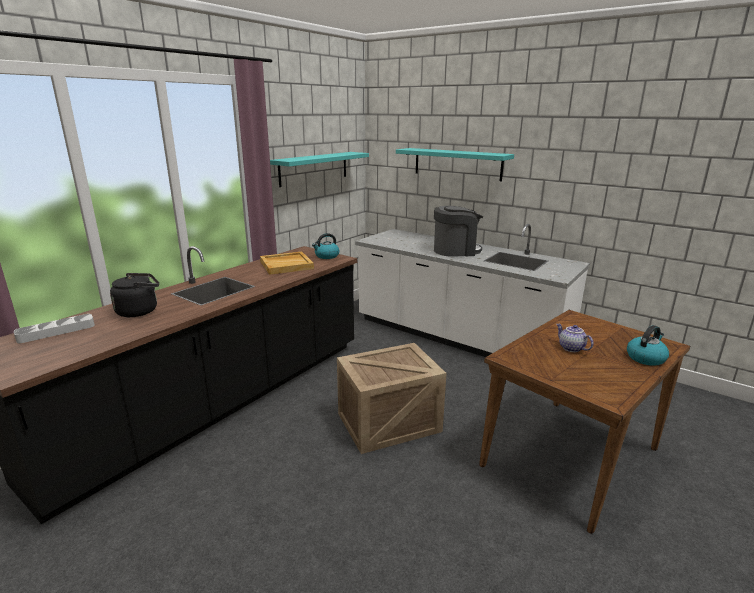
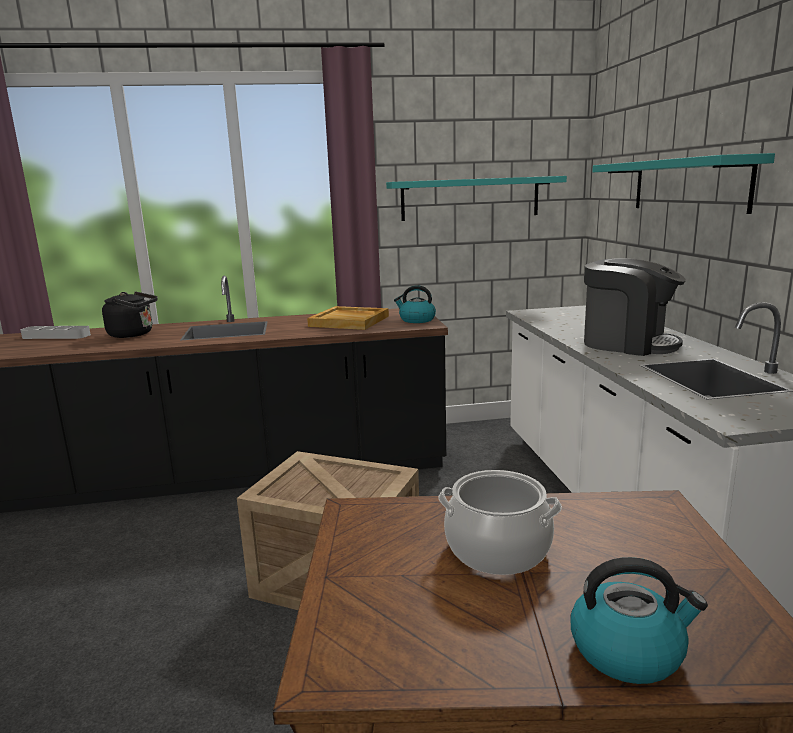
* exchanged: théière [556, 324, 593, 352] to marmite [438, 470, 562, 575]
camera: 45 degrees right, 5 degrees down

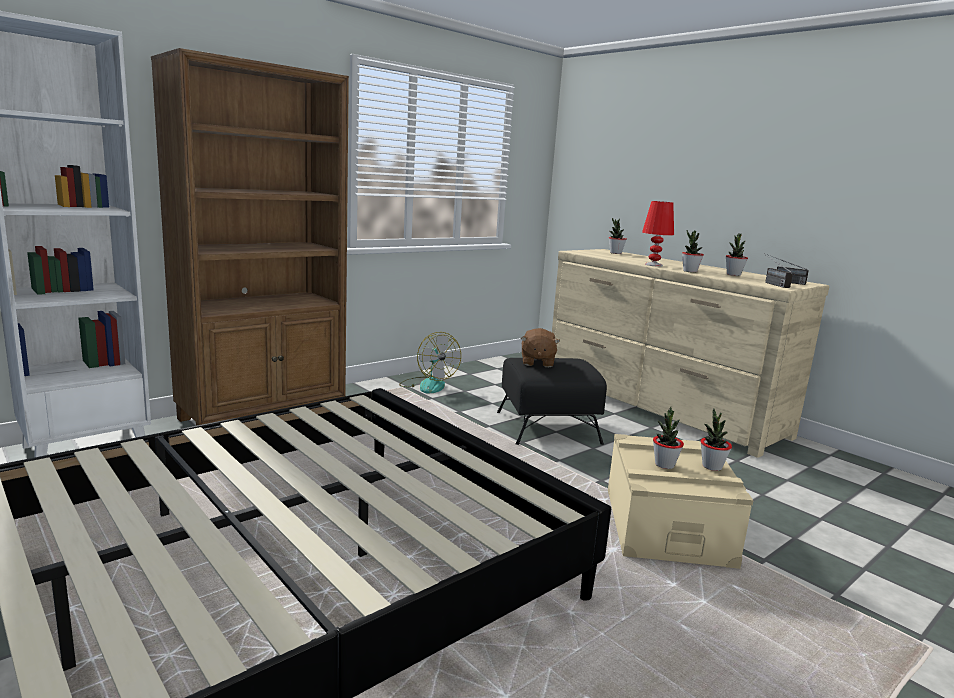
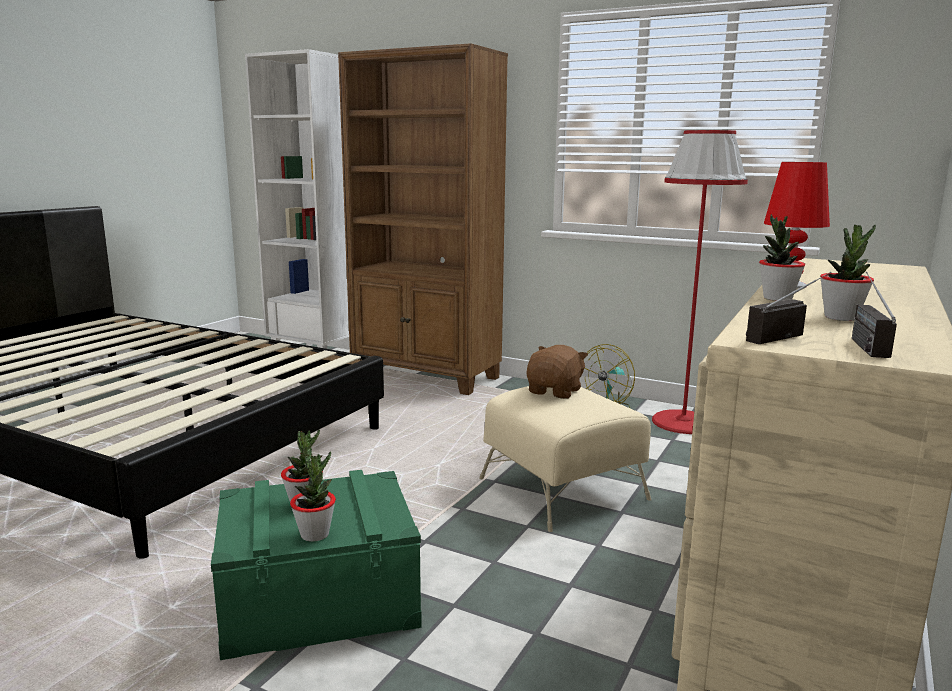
* missing: plante en pot [609, 218, 627, 254]
* appeared: lampadaire [rouge] [652, 130, 748, 434]
* colour: pouf [noir] [497, 358, 607, 445] to pouf [beige] [479, 386, 651, 532]
* colour: boîte de rangement [beige] [608, 434, 753, 569] to boîte de rangement [vert] [211, 470, 422, 660]
* spun: peluche [marron] [521, 328, 560, 367] = [526, 345, 588, 399] 135 degrees clockwise
camera: 70 degrees right, 0 degrees up

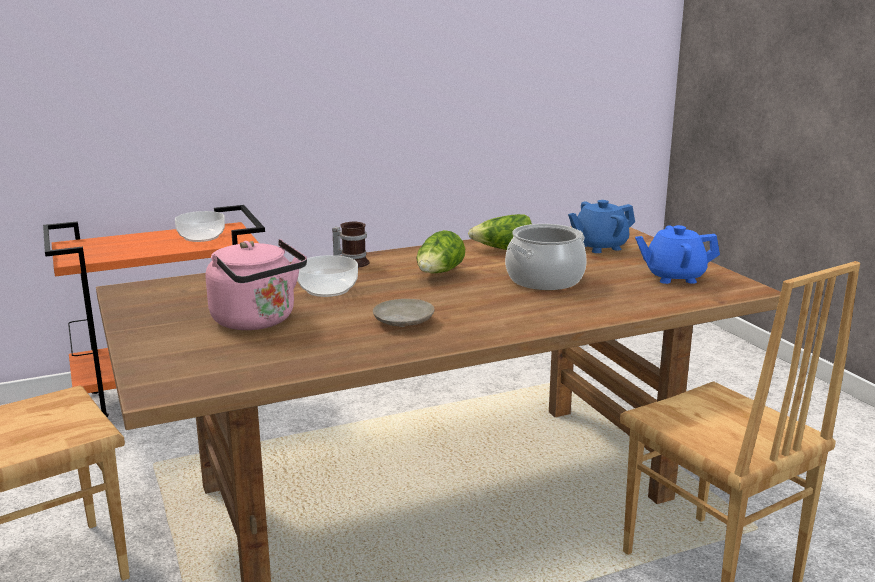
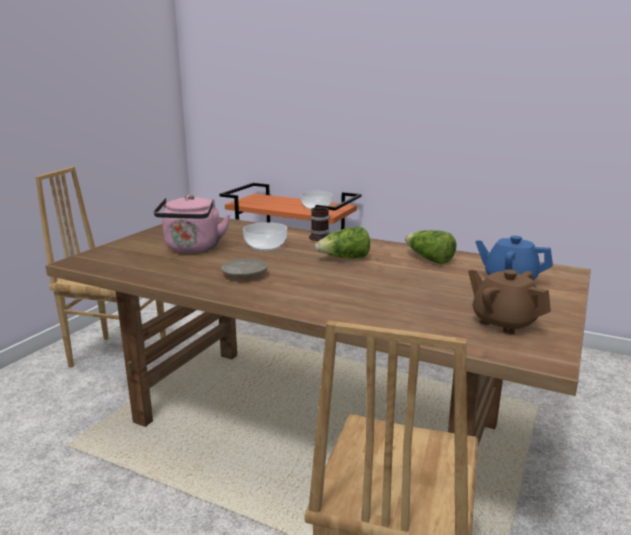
* missing: marmite [505, 224, 587, 290]
* colour: théière [bleu] [635, 225, 720, 284] to théière [marron] [468, 270, 551, 334]
camera: 50 degrees right, 0 degrees up

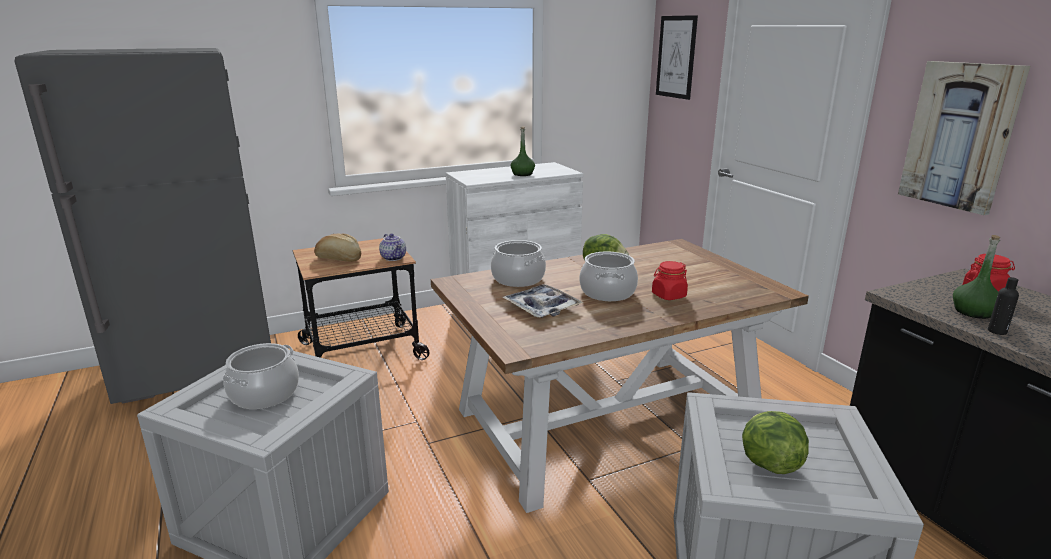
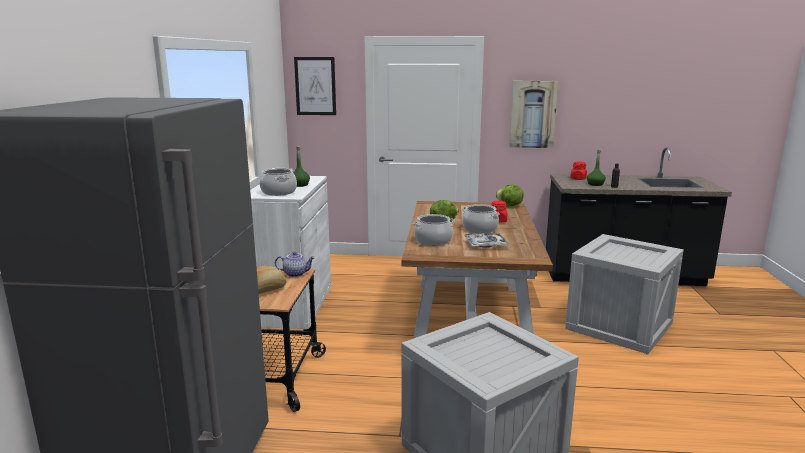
* relocated: marmite [222, 343, 299, 409] to [260, 168, 297, 196]
* relocated: laitue [742, 411, 809, 474] to [496, 185, 524, 206]
camera: 60 degrees left, 5 degrees down

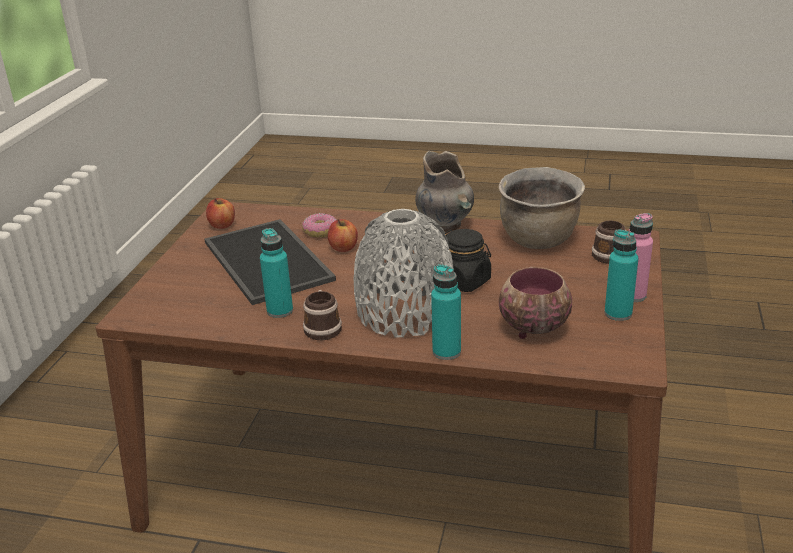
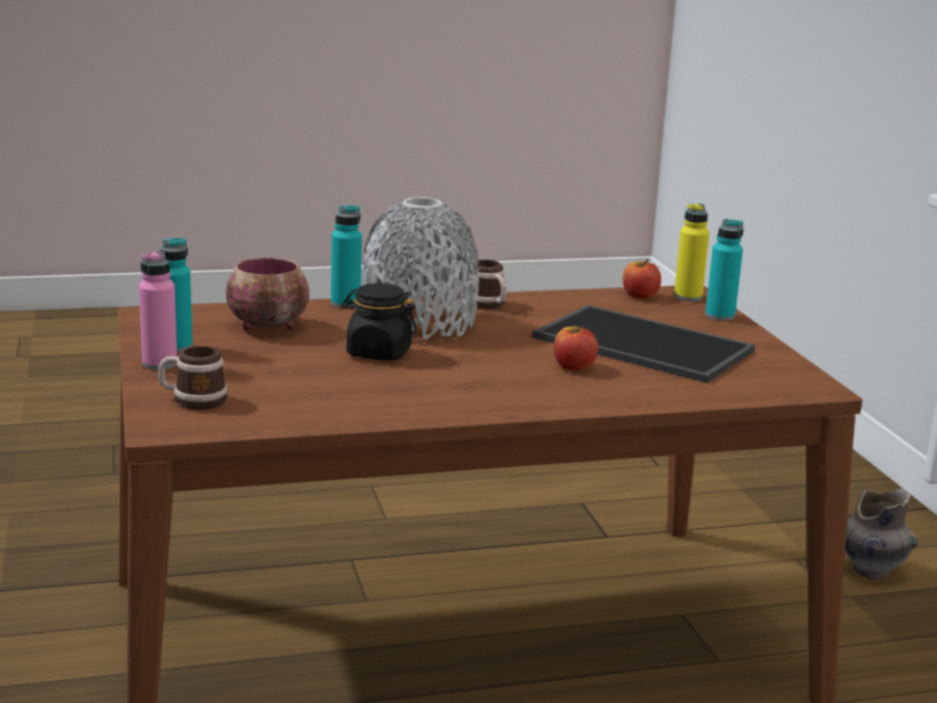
* missing: beignet [302, 213, 336, 238]
* missing: marmite [marron] [499, 167, 585, 249]
* appeared: bouteille [jaune] [674, 203, 709, 301]
* relocated: pomme [206, 198, 235, 229] to [623, 259, 661, 299]
* relocated: bouteille [turquoise] [260, 228, 293, 318] to [705, 219, 744, 321]
* relocated: vase [gris] [415, 151, 474, 232] to [845, 489, 918, 579]
camera: 150 degrees right, 10 degrees down

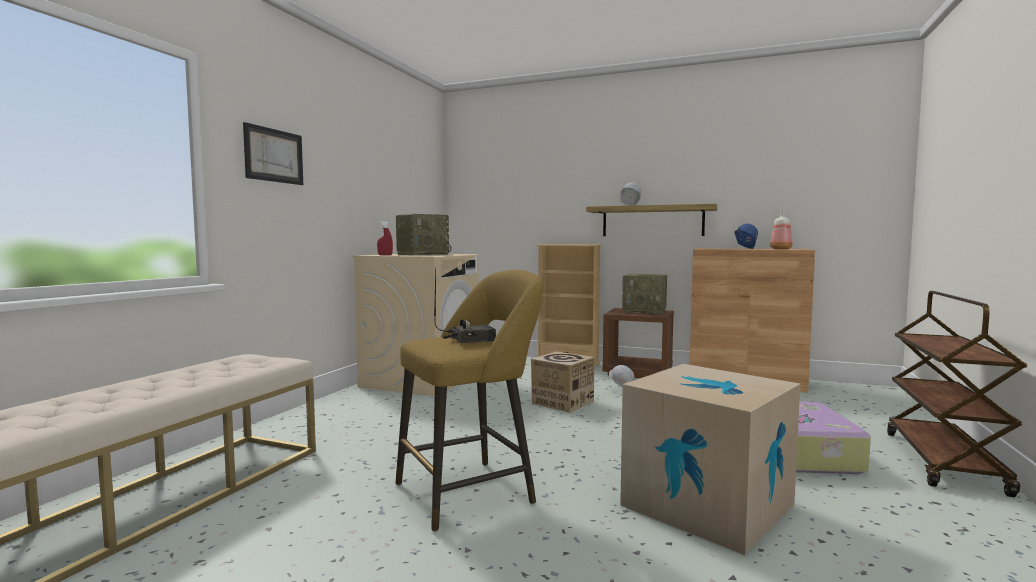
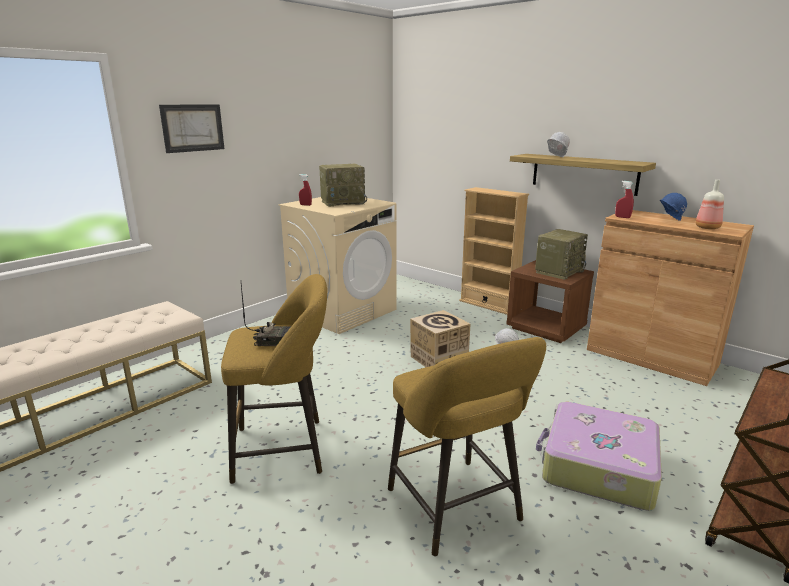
* appeared: vaporisateur [rouge] [615, 181, 634, 218]
* exchanged: carton [620, 364, 800, 555] to tabouret [jaune] [388, 337, 546, 557]
* spun: radio [622, 274, 667, 315] = [535, 229, 588, 280] 90 degrees counterclockwise
camera: 20 degrees right, 15 degrees up

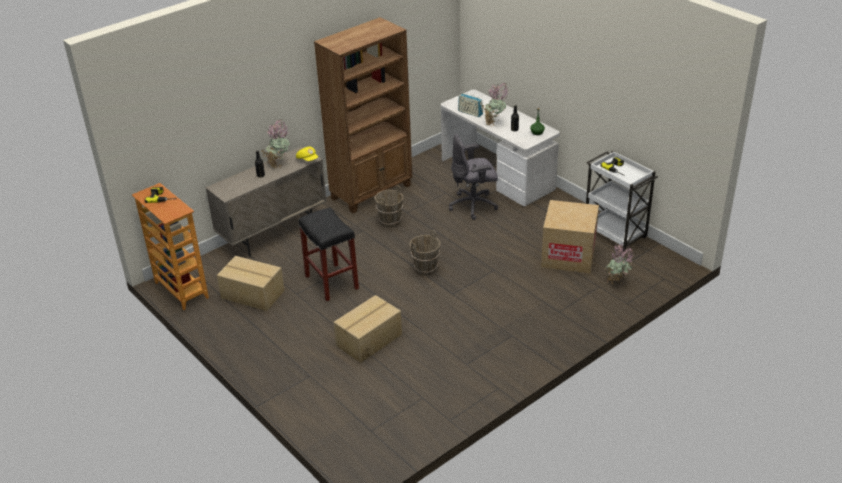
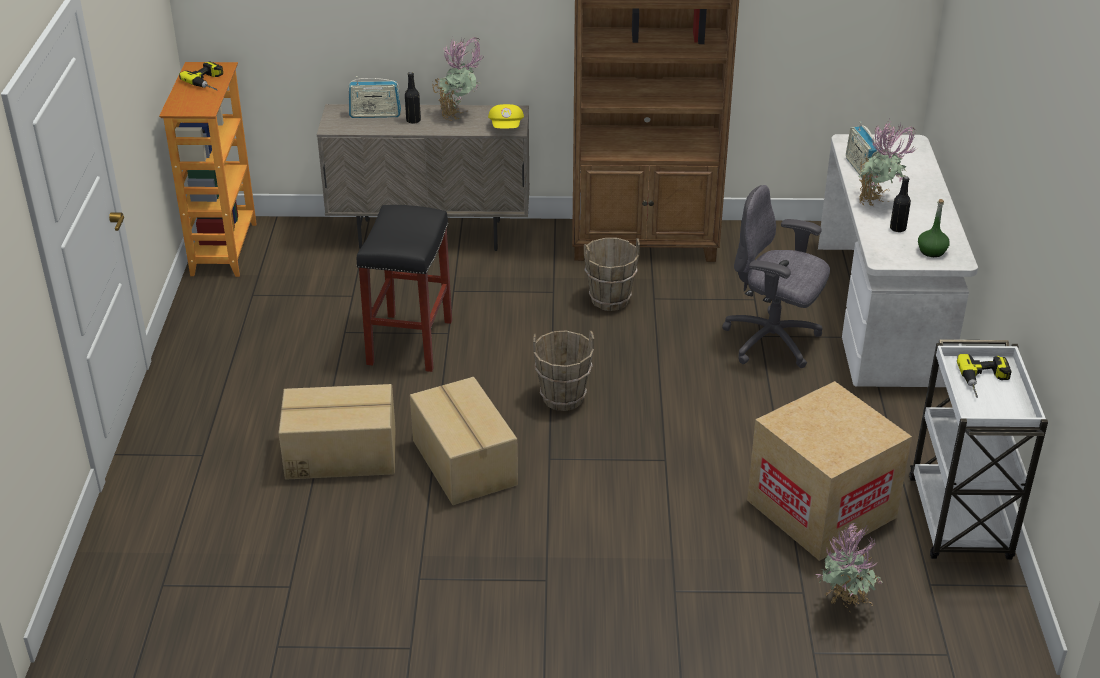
* appeared: radio [348, 76, 401, 118]
* relocated: carton [217, 256, 285, 311] to [410, 377, 518, 505]
camera: 40 degrees right, 0 degrees up

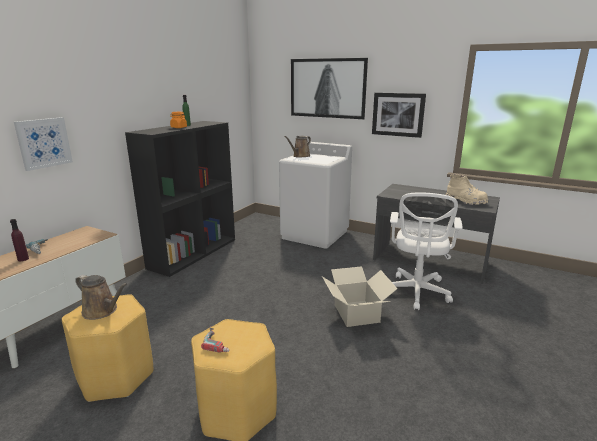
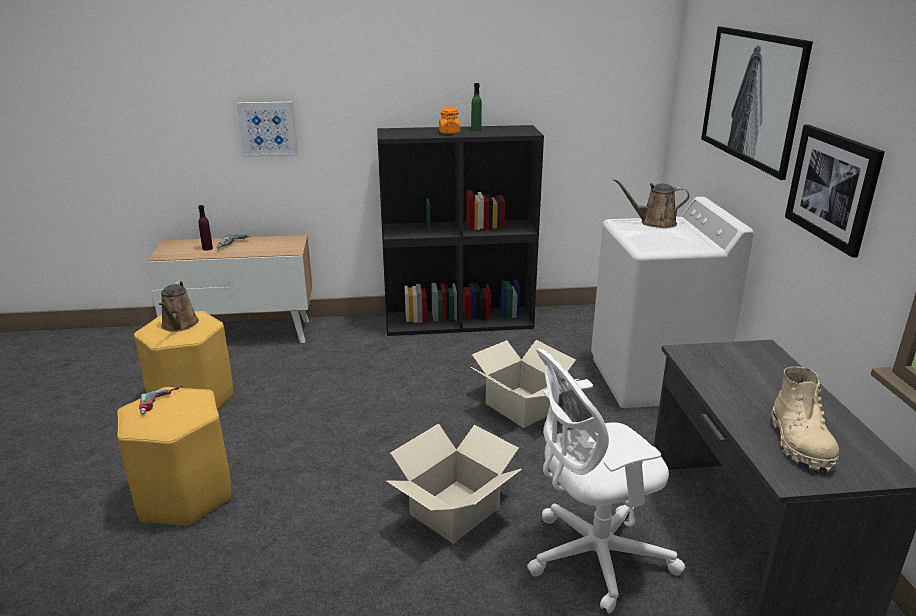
* appeared: carton [471, 340, 579, 428]
camera: 55 degrees right, 5 degrees up

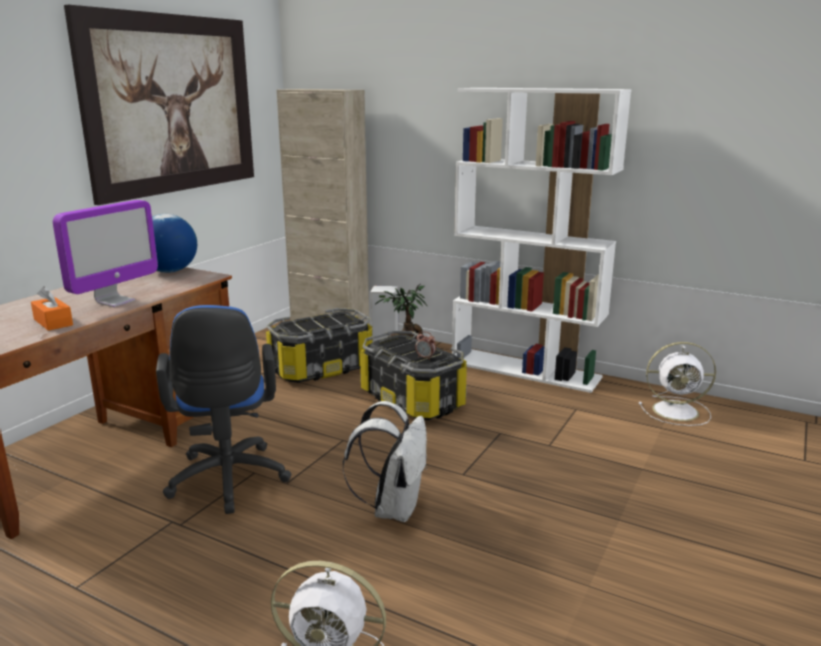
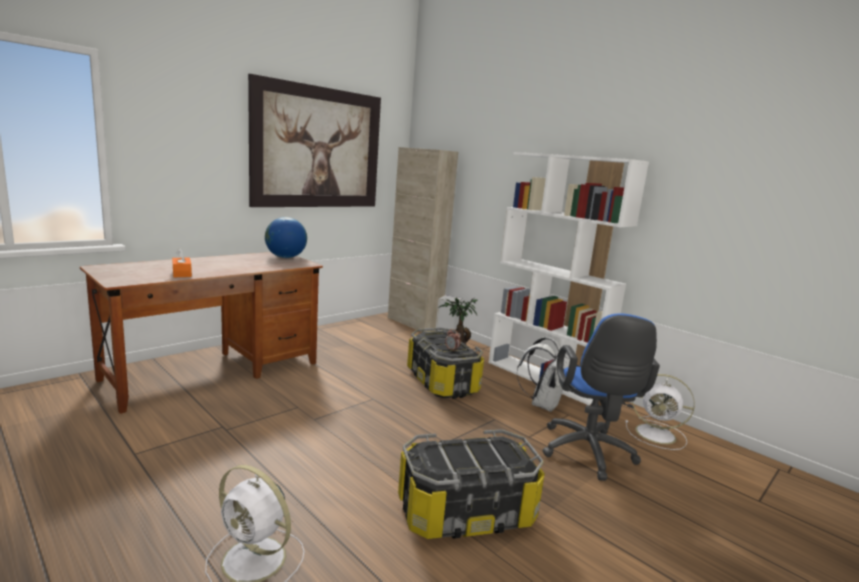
* missing: écran d'ordinateur [53, 200, 158, 307]
* relocated: chaise de bureau [bleu] [156, 305, 291, 514] to [542, 313, 660, 481]
* relocated: boîte de rangement [266, 308, 372, 383] to [398, 429, 545, 539]
* relocated: sac à dos [blanc] [343, 401, 427, 522] to [517, 337, 570, 412]
camera: 15 degrees right, 5 degrees down

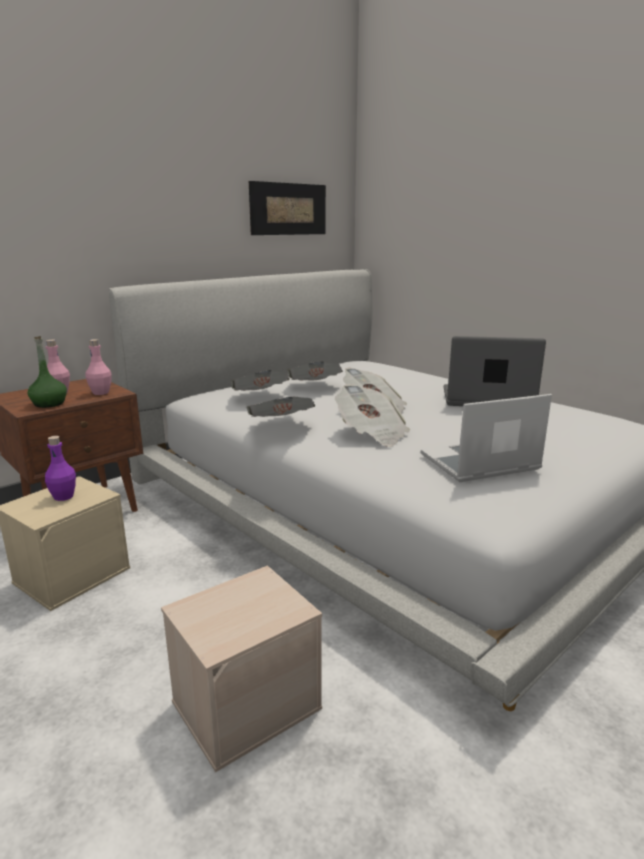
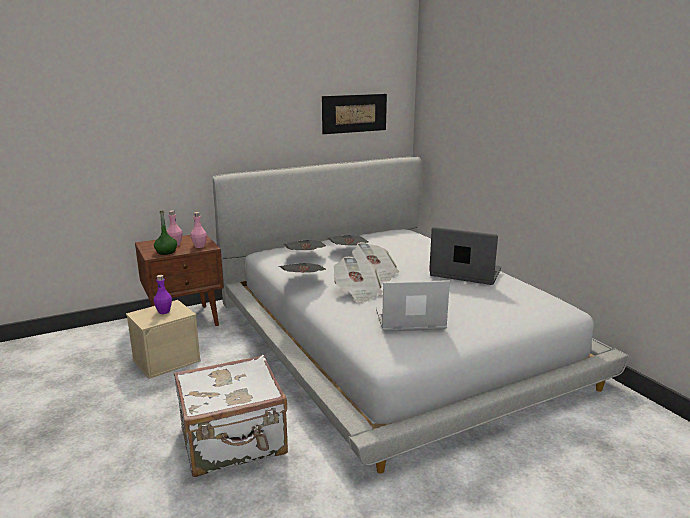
* exchanged: boîte de rangement [beige] [161, 565, 322, 772] to valise [blanc] [174, 355, 288, 477]
camera: 15 degrees right, 0 degrees up

